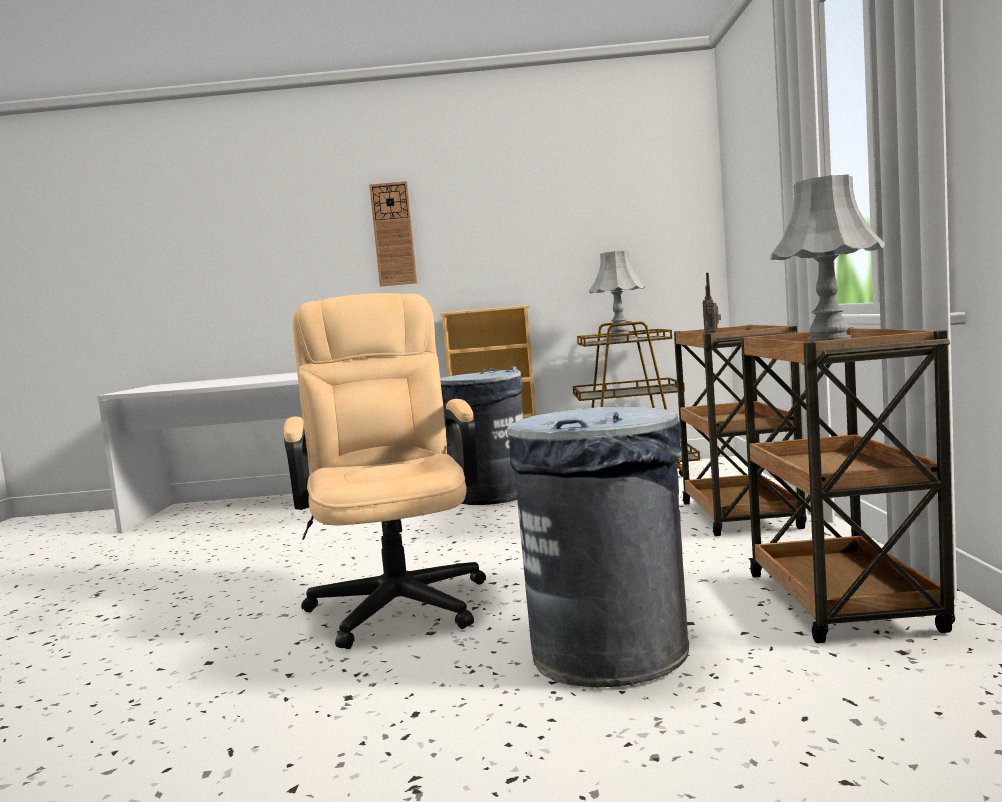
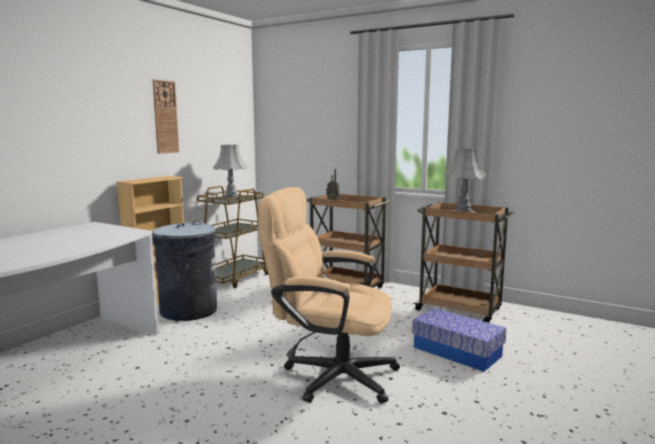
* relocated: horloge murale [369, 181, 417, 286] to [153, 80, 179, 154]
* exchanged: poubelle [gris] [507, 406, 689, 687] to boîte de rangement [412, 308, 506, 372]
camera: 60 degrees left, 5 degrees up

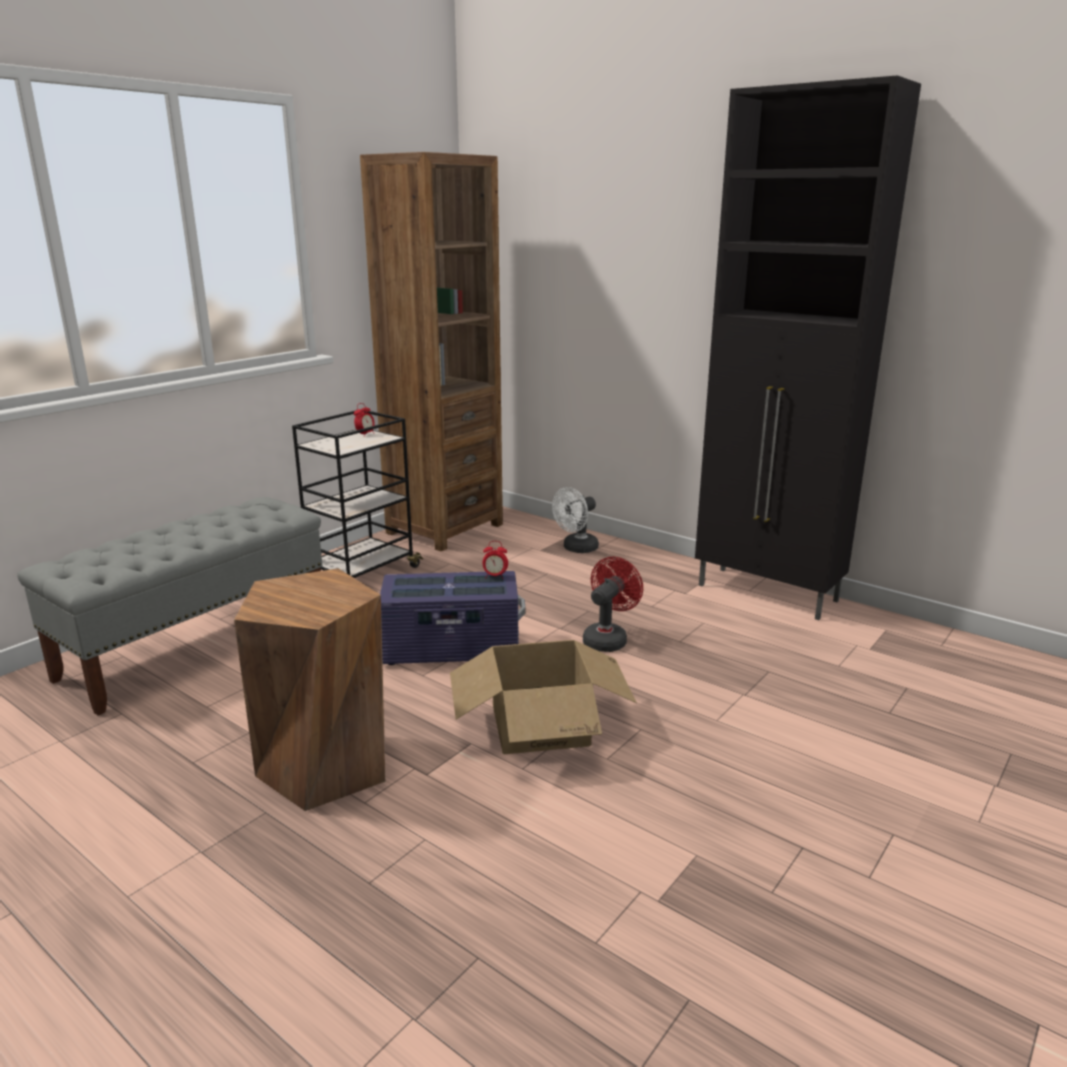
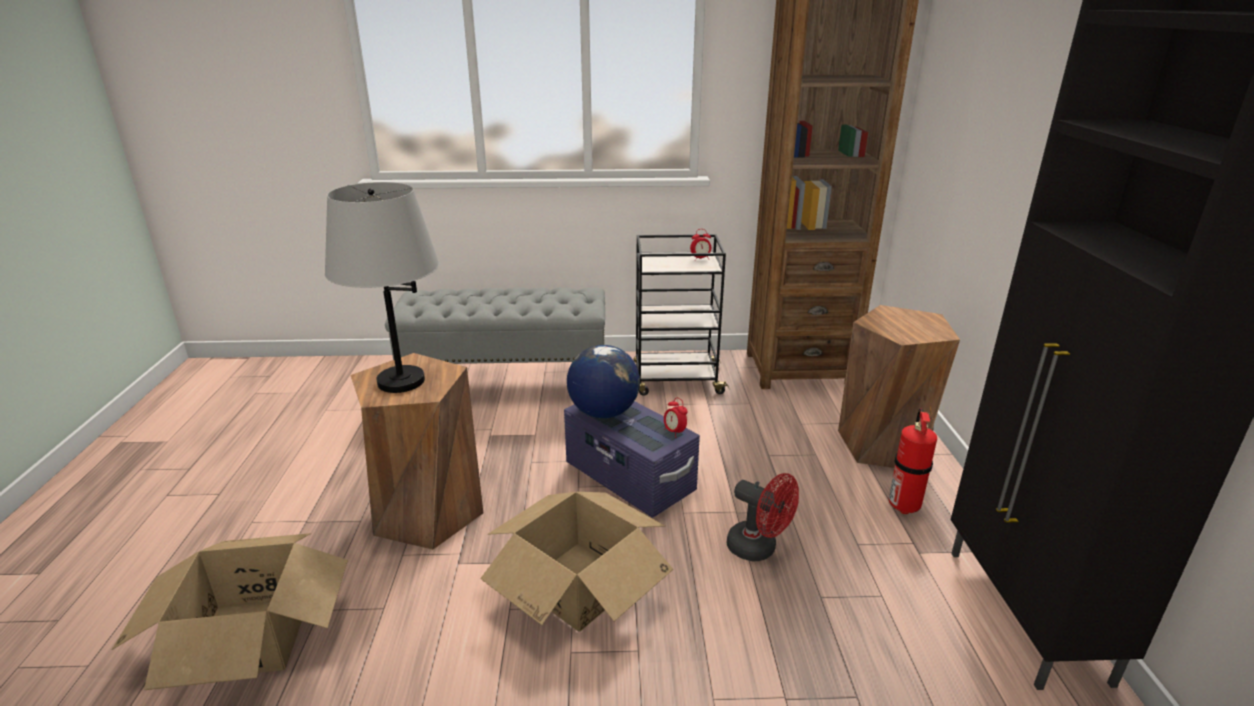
* appeared: carton [111, 533, 348, 690]
* appeared: lampe de table [gris] [325, 182, 439, 393]
* appeared: globe [567, 345, 640, 418]
* appeared: extincteur [889, 406, 937, 514]
* exchanged: ventilateur [blanc] [552, 487, 599, 553] to tabouret [marron] [838, 305, 960, 468]
* spun: ventilateur [rouge] [583, 557, 643, 652] = [727, 473, 799, 561] 45 degrees clockwise
camera: 50 degrees right, 5 degrees up

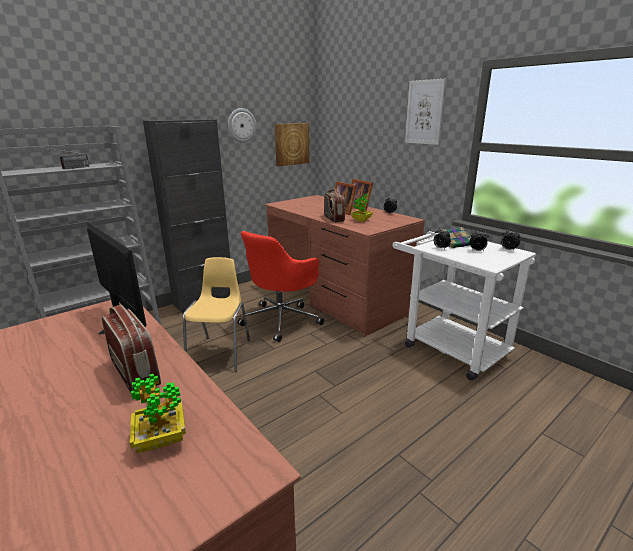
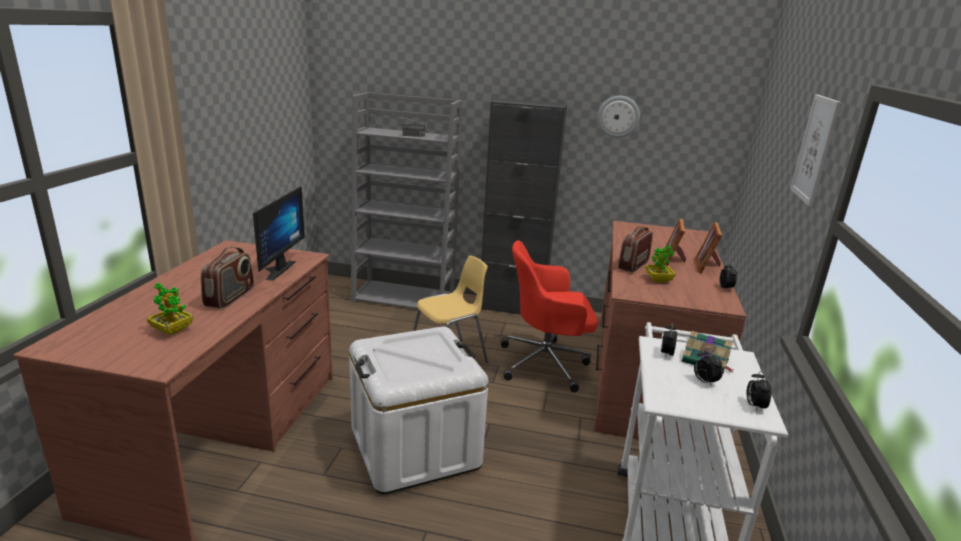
* missing: tableau [275, 123, 309, 166]
* appeared: boîte de rangement [blanc] [349, 326, 488, 494]
camera: 50 degrees right, 0 degrees up

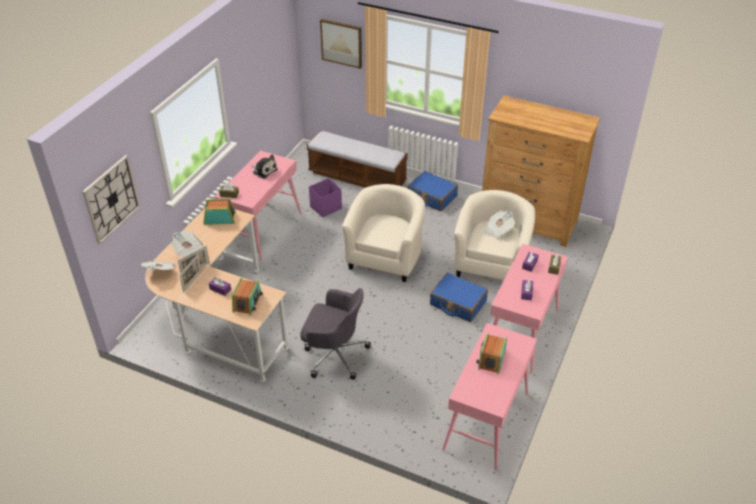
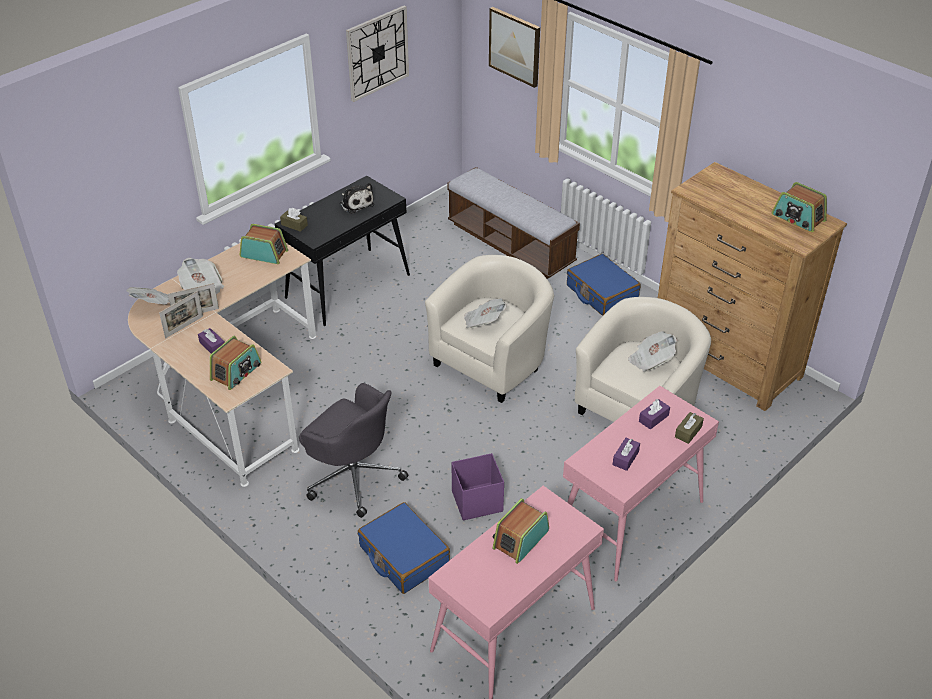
* appeared: journal [464, 298, 506, 328]
* appeared: radio [772, 182, 827, 232]
* relocated: horloge murale [82, 155, 140, 244] to [346, 5, 409, 102]
* relocated: boîte de rangement [violet] [309, 178, 342, 218] to [451, 453, 504, 521]
* relocated: valise [bleu] [430, 273, 488, 322] to [358, 502, 450, 594]
* colour: table console [rose] [215, 151, 301, 261] to table console [noir] [275, 176, 410, 326]
camera: 20 degrees right, 0 degrees up

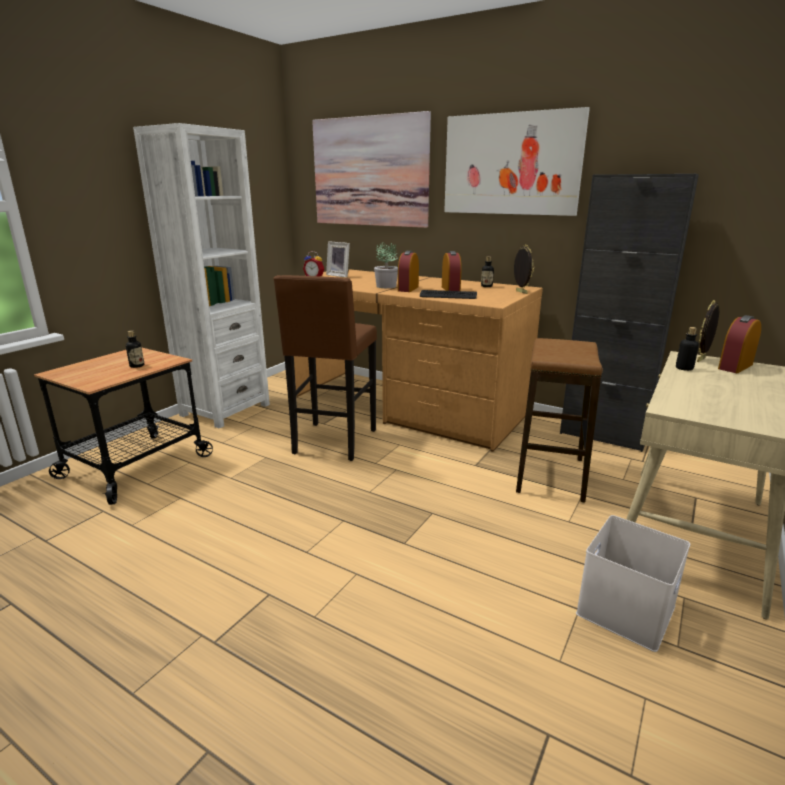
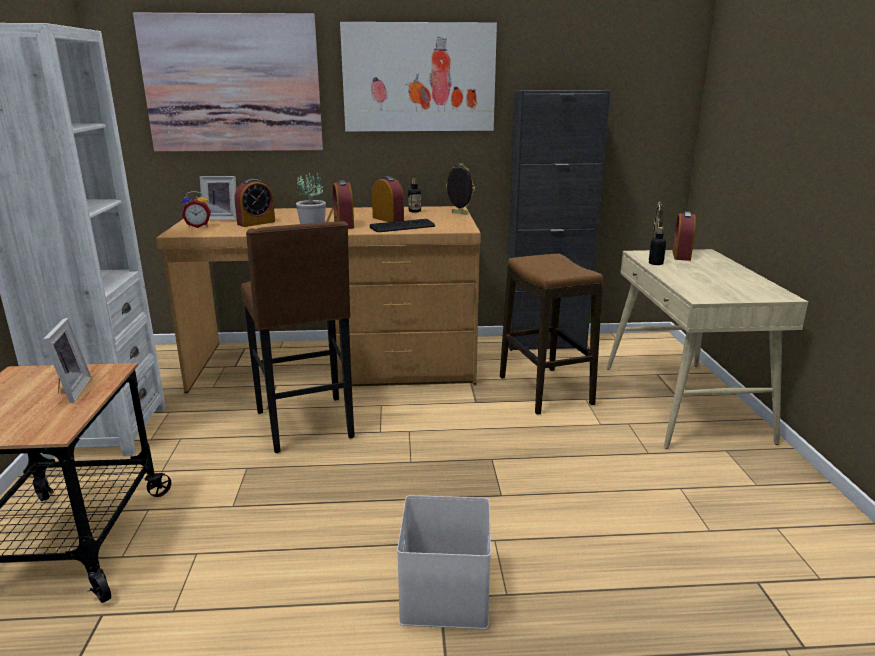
* appeared: réveil [235, 179, 275, 227]
* relocated: boîte de rangement [blanc] [576, 515, 690, 652] to [397, 495, 491, 629]
* exchanged: bouteille [126, 330, 144, 368] to cadre photo [43, 318, 92, 403]
camera: 35 degrees left, 0 degrees up

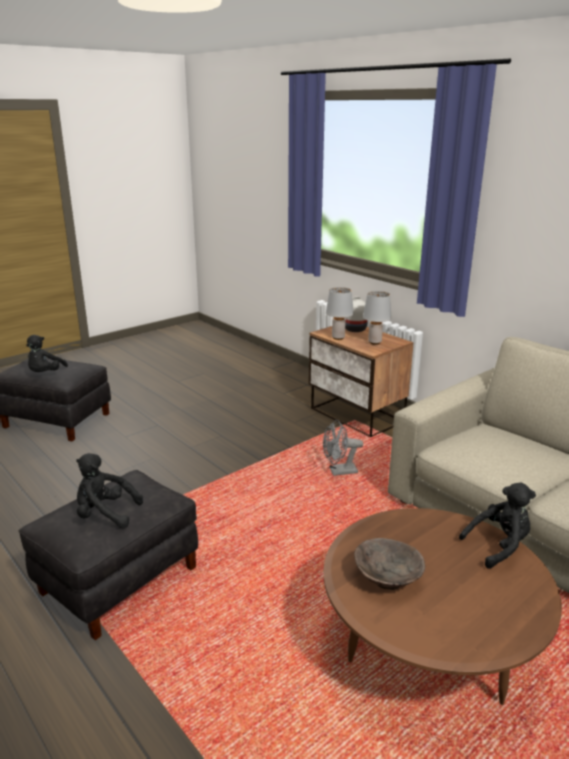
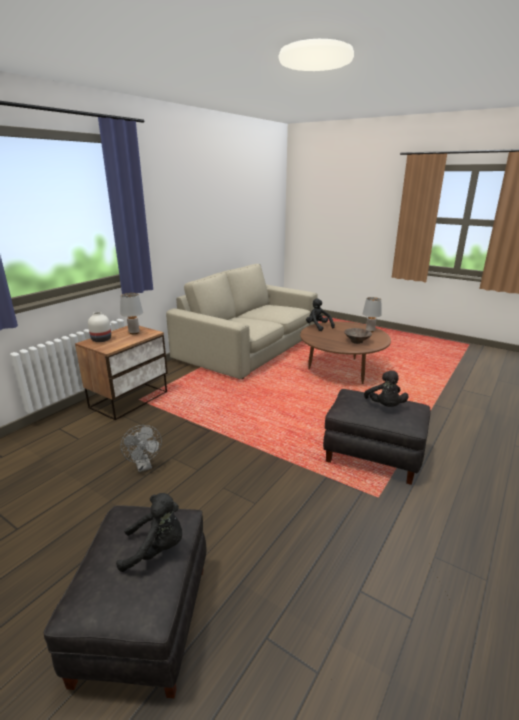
* relocated: ventilateur [gris] [323, 420, 363, 476] to [120, 425, 162, 472]
* relocated: lampe de table [gris] [326, 287, 354, 340] to [363, 297, 382, 332]
camera: 105 degrees left, 0 degrees up

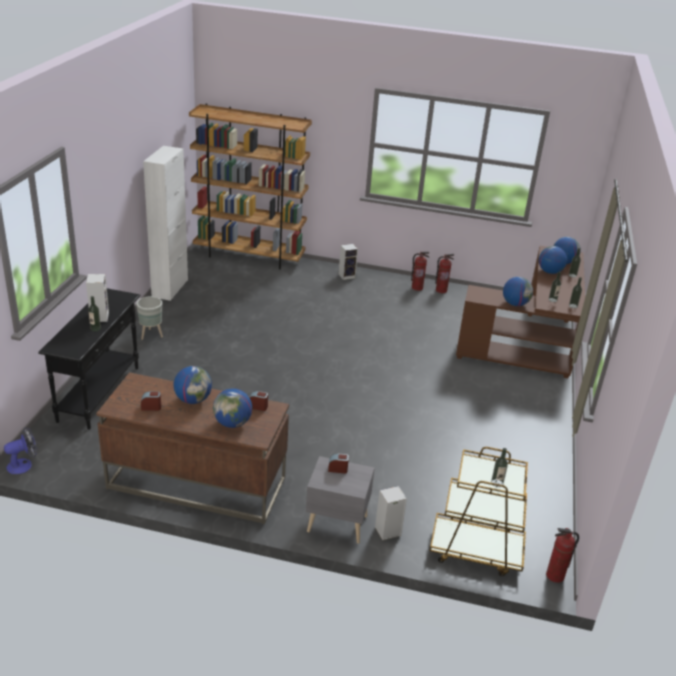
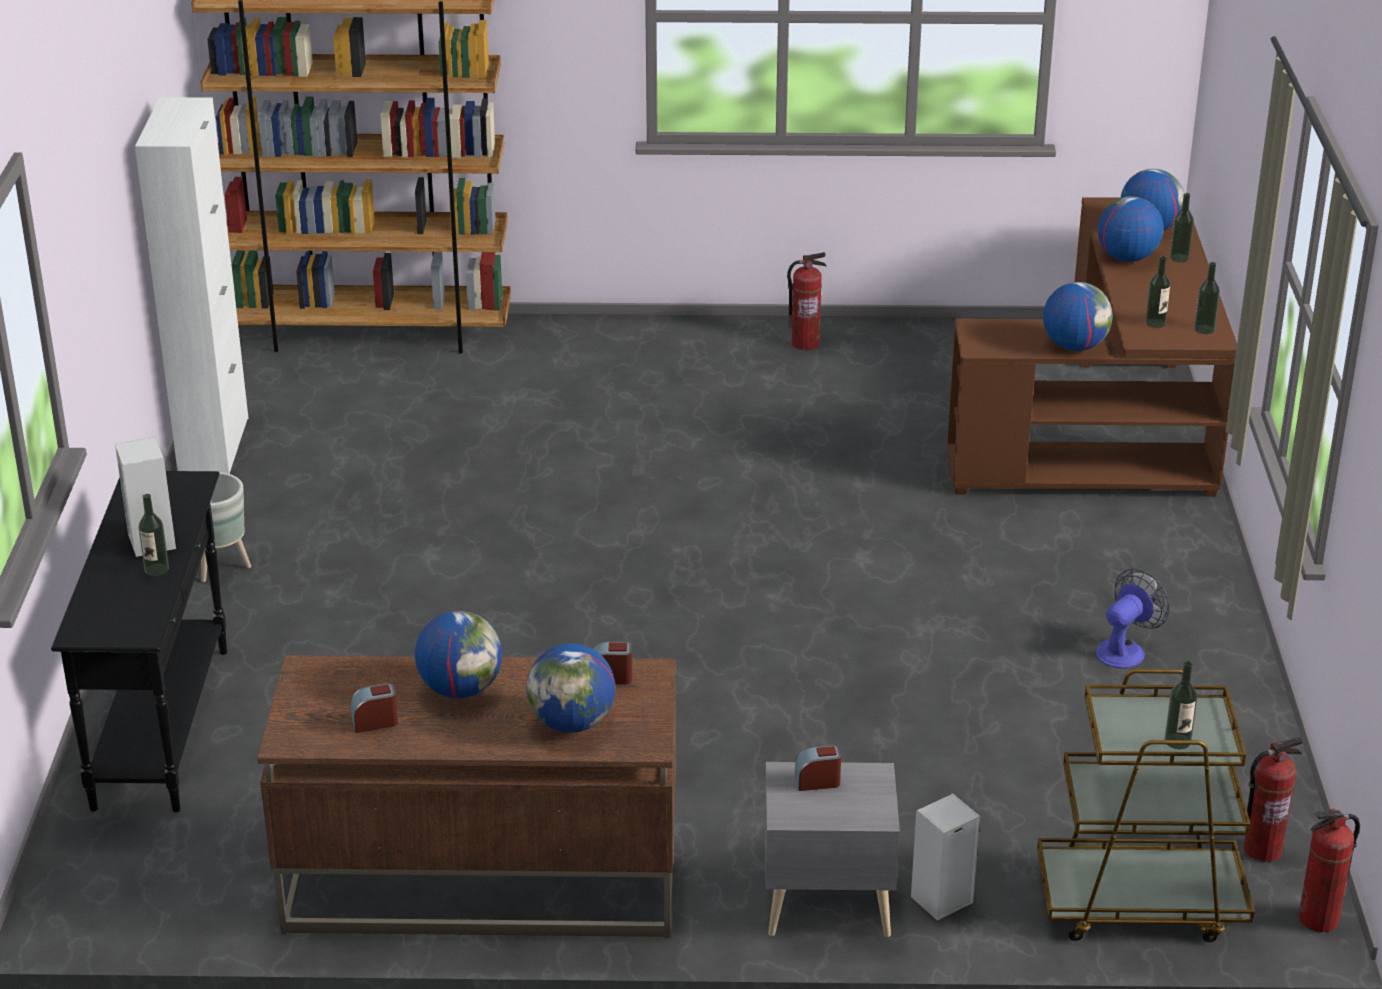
* missing: enceinte [339, 244, 358, 280]
* relocated: ventilateur [4, 427, 37, 474] to [1096, 569, 1170, 668]
* relocated: extincteur [435, 254, 454, 293] to [1244, 737, 1303, 862]
camera: 10 degrees left, 0 degrees up

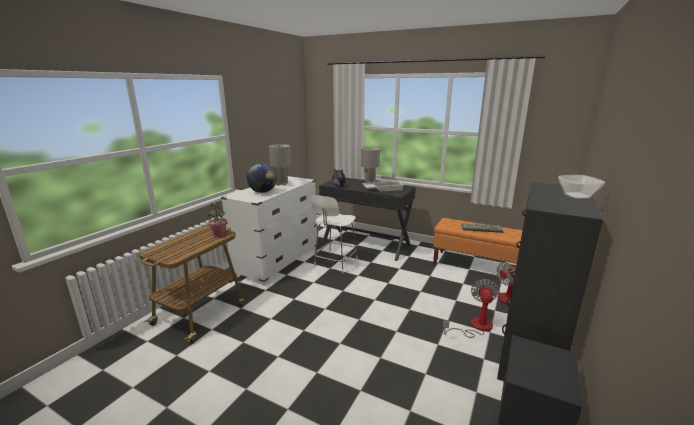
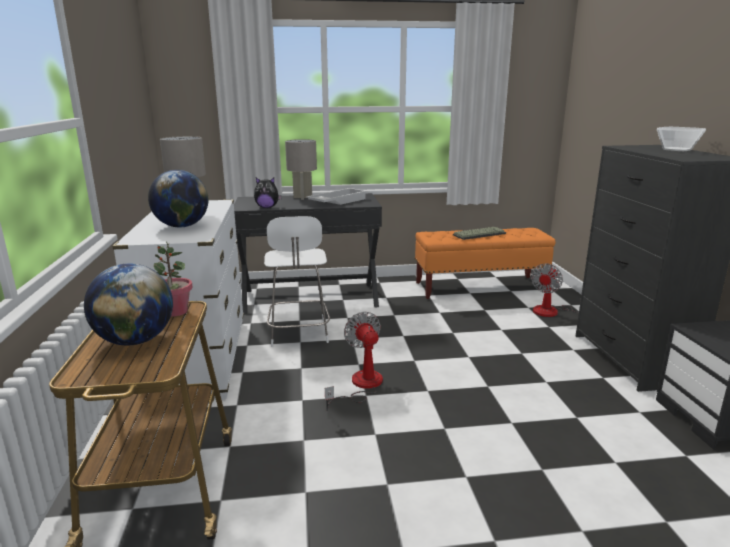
* appeared: globe [84, 264, 173, 346]
* relocated: ventilateur [443, 279, 499, 338] to [325, 312, 383, 411]
camera: 35 degrees left, 0 degrees up

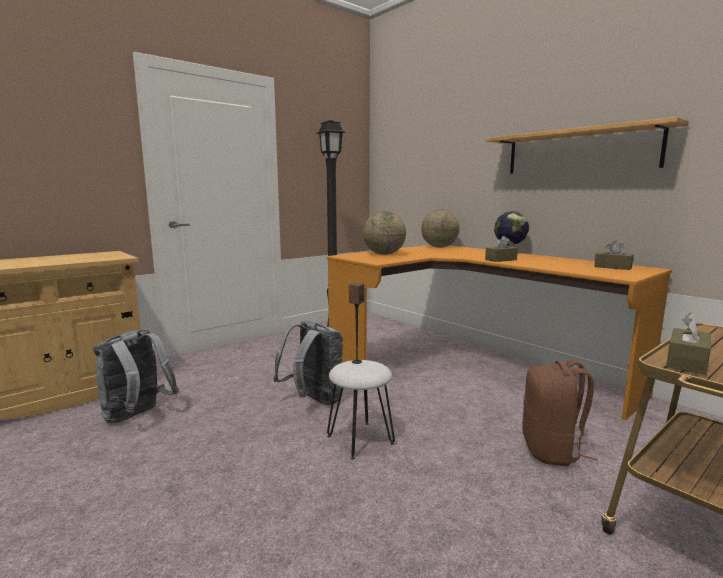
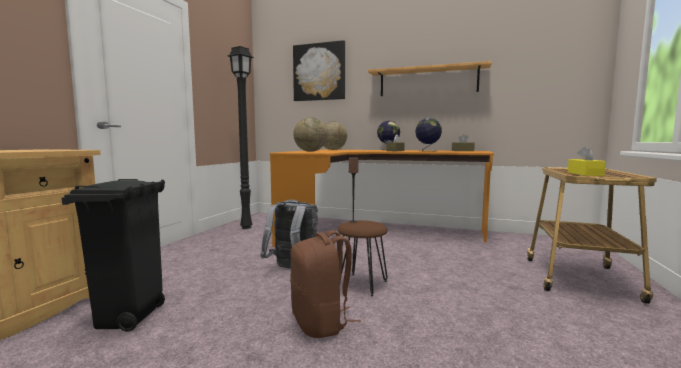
* appeared: tableau [293, 40, 345, 101]
* appeared: globe [415, 118, 442, 151]
* relocated: sac à dos [marron] [522, 360, 597, 466] to [290, 230, 361, 338]
* exchanged: sac à dos [gris] [93, 330, 179, 423] to poubelle [noir] [62, 179, 165, 332]
* colour: tabouret [blanc] [327, 360, 395, 460] to tabouret [marron] [337, 220, 388, 297]
* colour: boîte à mouchoirs [marron] [666, 313, 711, 375] to boîte à mouchoirs [jaune] [568, 146, 606, 176]
camera: 30 degrees left, 5 degrees down

